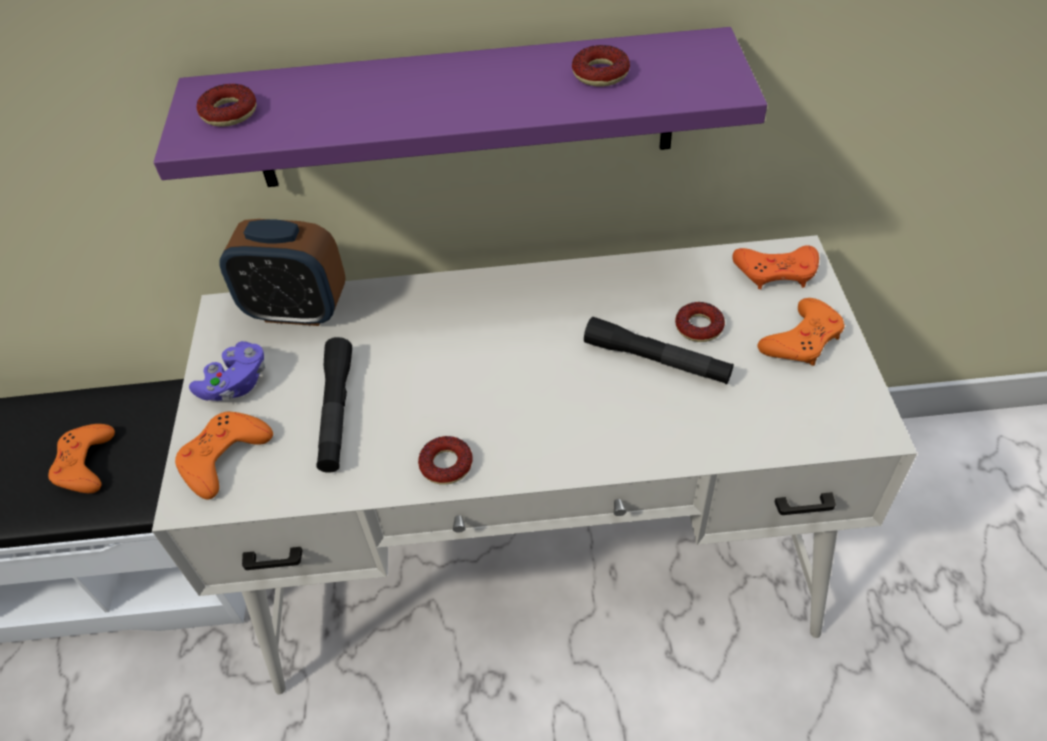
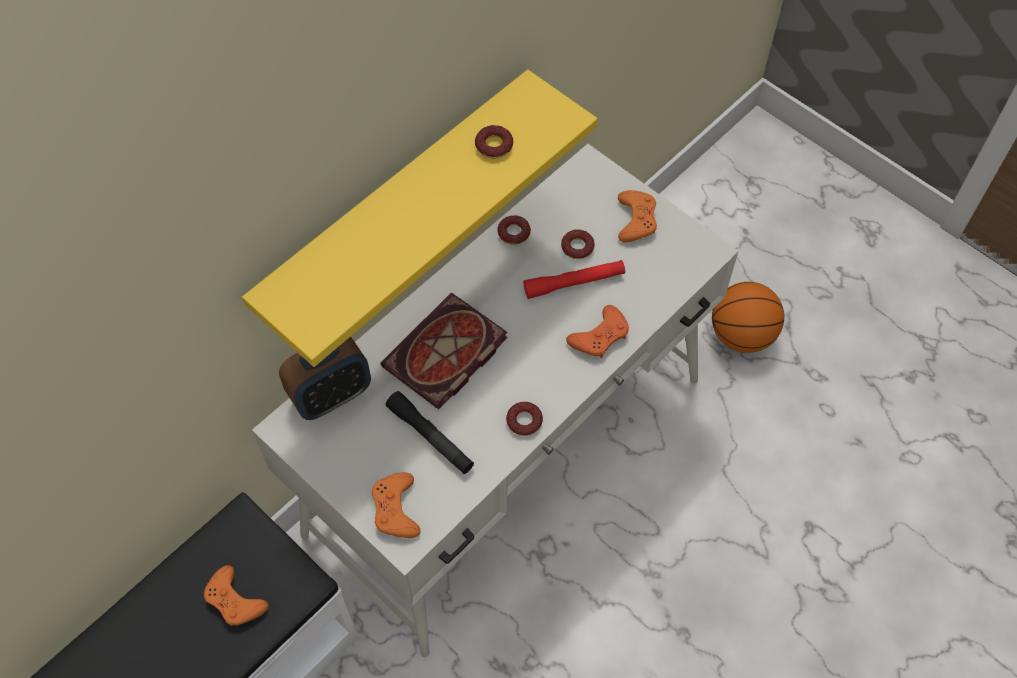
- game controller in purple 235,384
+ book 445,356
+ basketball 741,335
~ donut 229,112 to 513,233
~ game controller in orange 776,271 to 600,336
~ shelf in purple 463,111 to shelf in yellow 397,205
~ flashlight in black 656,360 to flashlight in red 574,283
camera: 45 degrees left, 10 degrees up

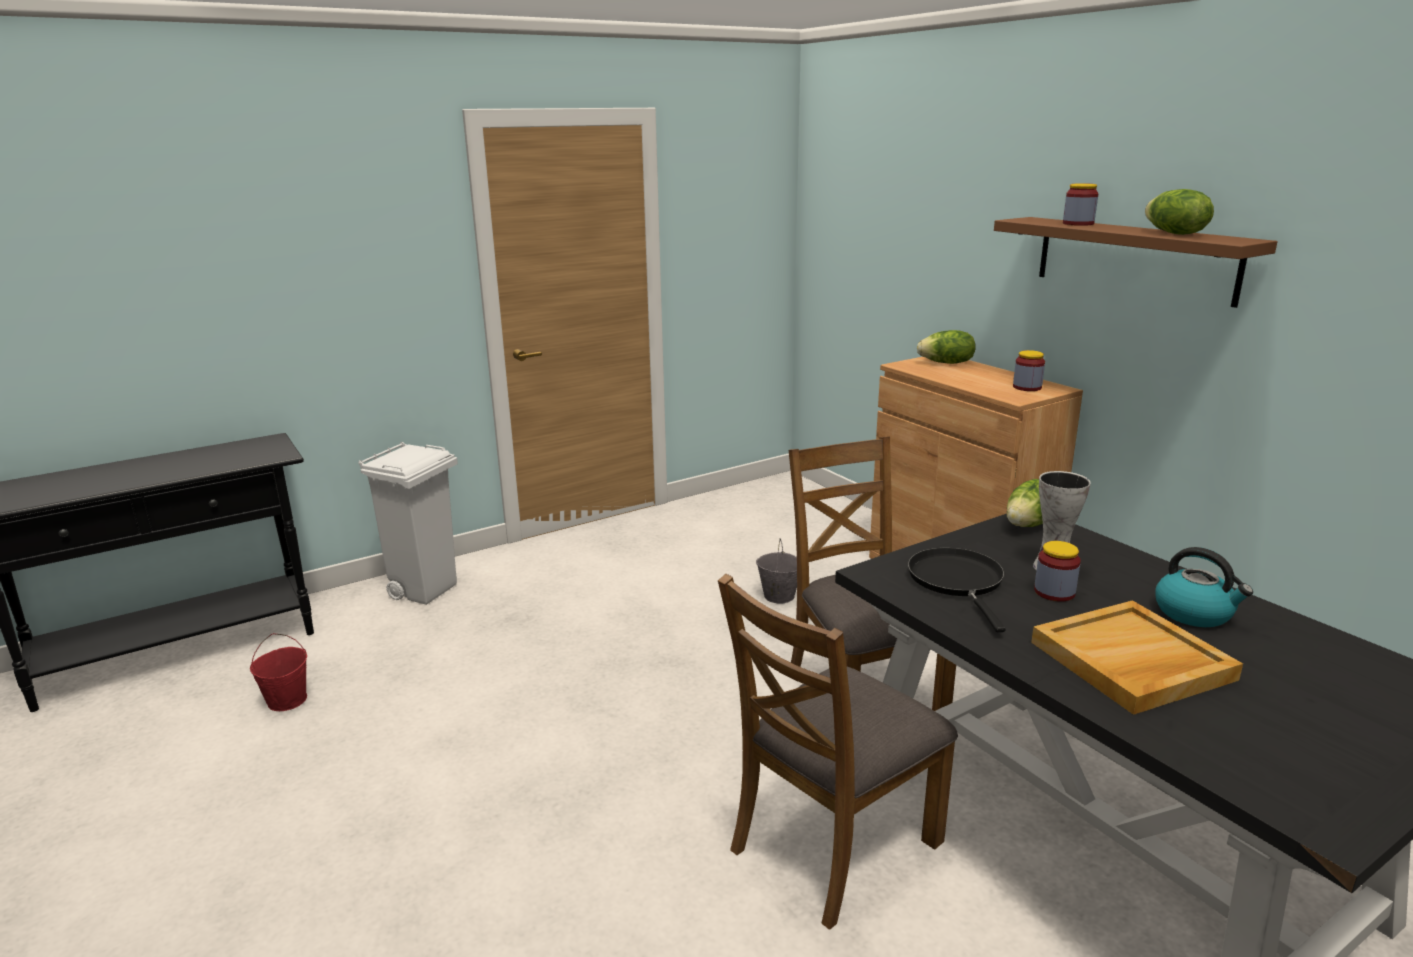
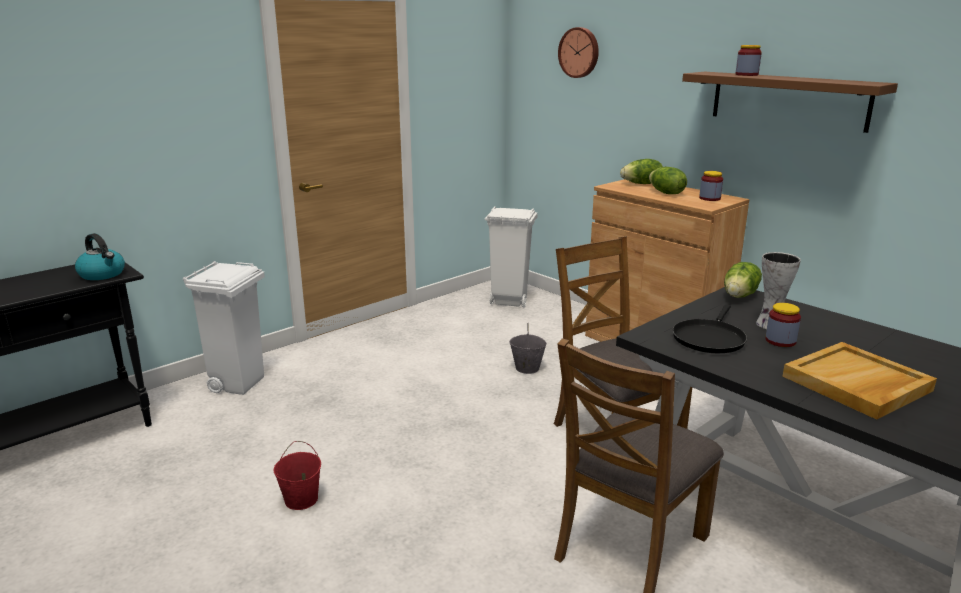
+ trash can in white 509,302
+ wall clock 579,52
~ bucket in red 287,700 to 301,499
~ lettuce 1173,233 to 665,193
~ kettle 1194,613 to 103,274
~ frying pan in black 957,582 = 709,338 135 degrees counterclockwise
camera: 10 degrees left, 0 degrees up

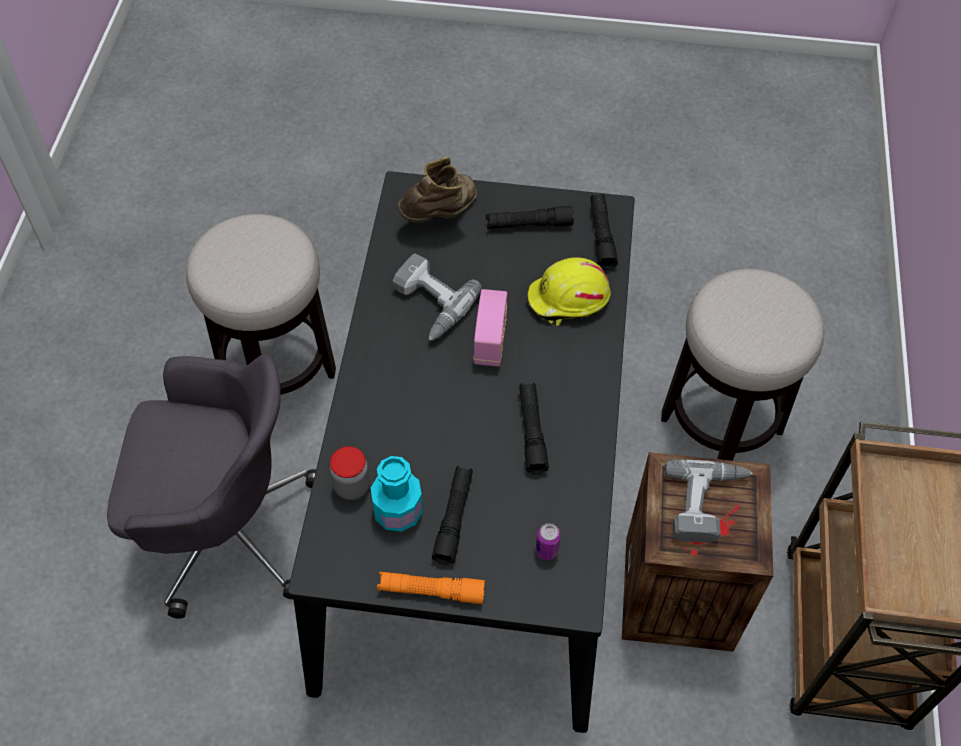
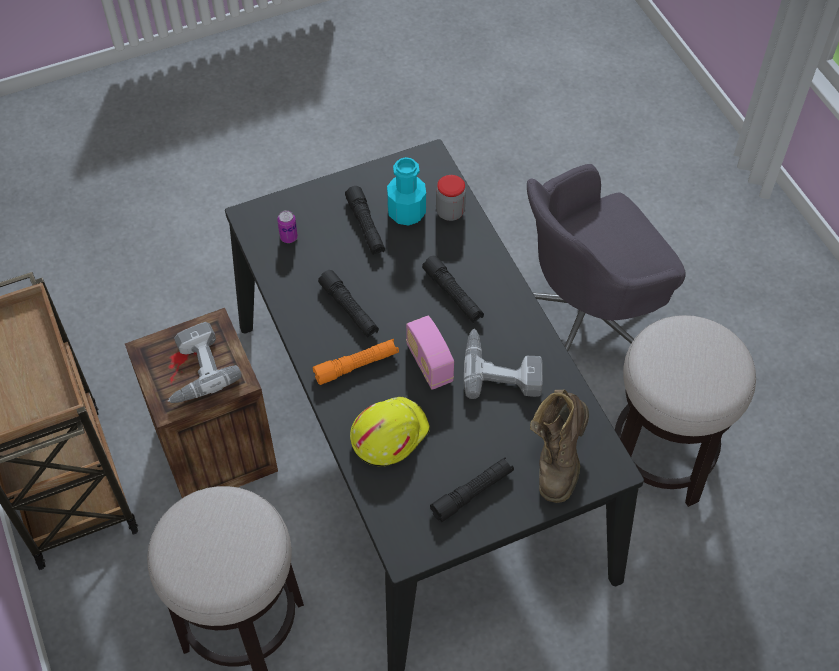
~ flashlight in orange 431,591 to 356,365
~ flashlight in black 601,236 to 453,295
camera: 150 degrees right, 0 degrees up

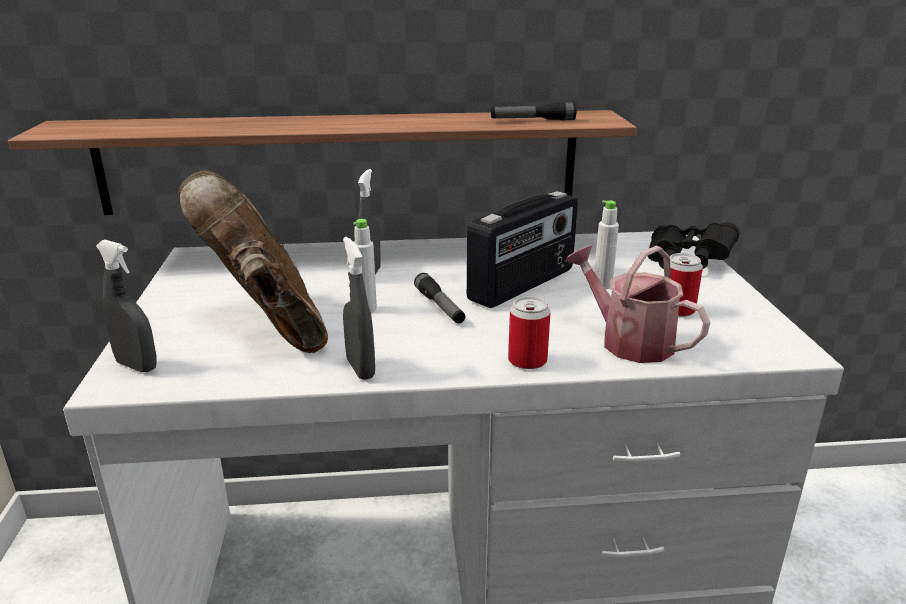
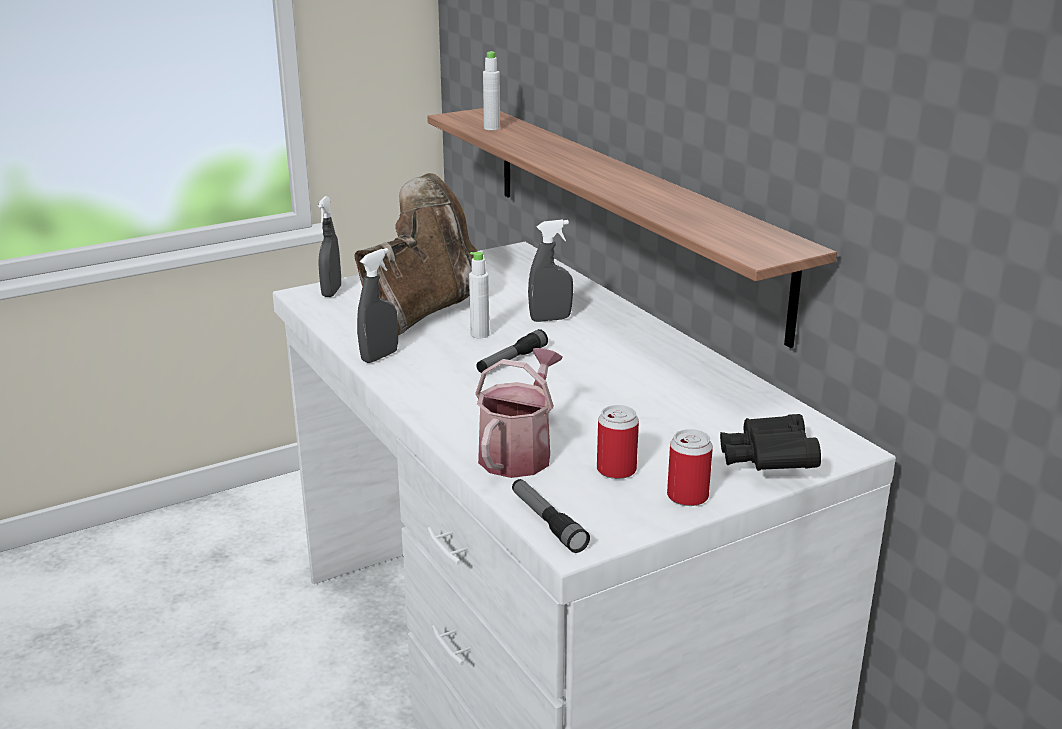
- radio 523,285
~ flashlight 532,120 to 547,522
~ can 527,361 to 687,496
~ bottle in white 602,285 to 492,128
camera: 65 degrees right, 0 degrees up

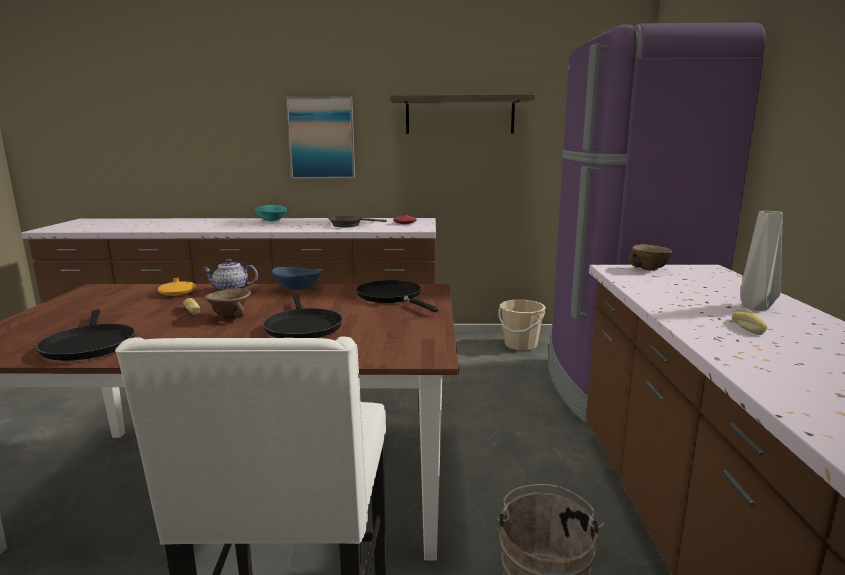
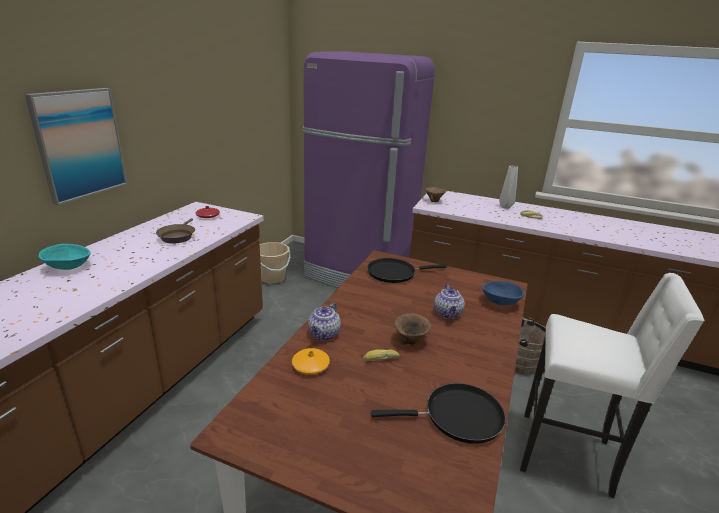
- shelf 460,115
~ bowl in blue 297,289 to 500,302
~ frying pan in black 302,327 to teapot 448,314
camera: 70 degrees left, 10 degrees up

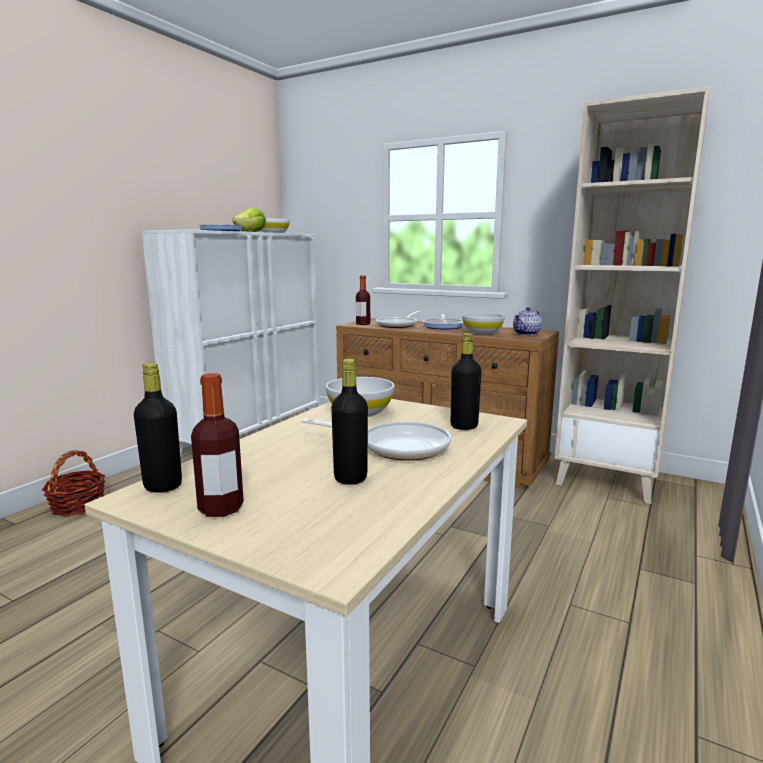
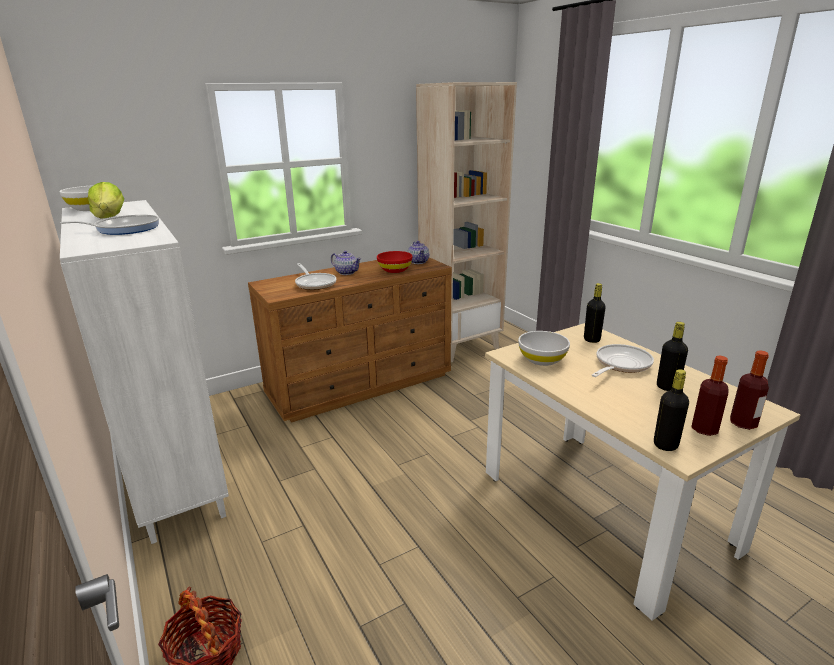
~ bottle 363,324 to 743,423
~ frying pan 443,326 to teapot 346,272
~ bowl in white 482,332 to bowl in red 395,270
camera: 60 degrees left, 10 degrees up

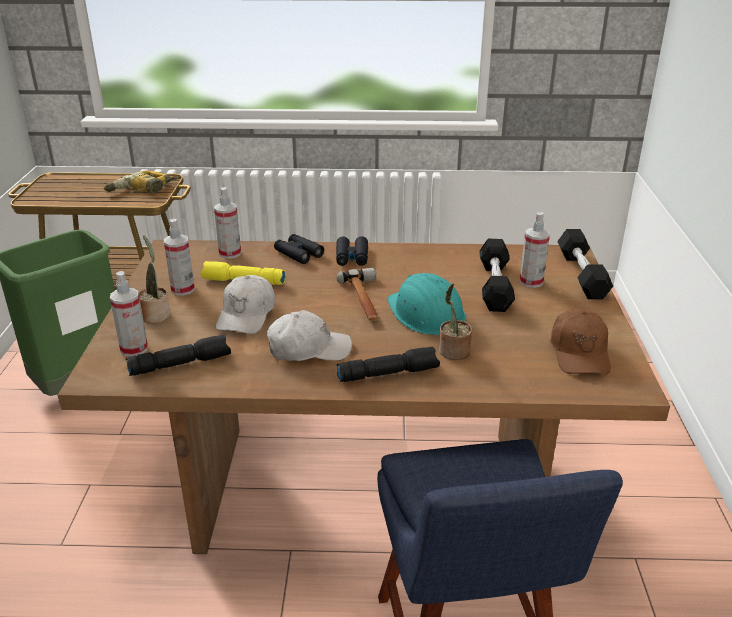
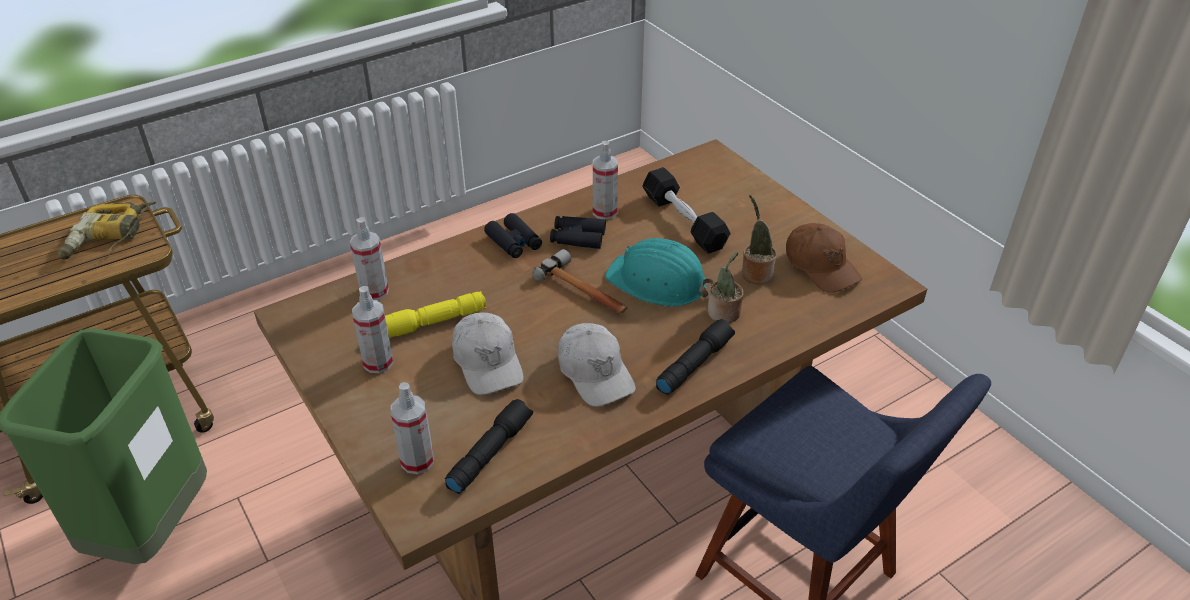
- dumbbell in black 581,275
~ potted plant 155,314 to 755,273
~ binoculars in black 298,254 to 577,237
~ spray bottle 531,282 to 604,212
~ cap in white 308,349 = 595,373 105 degrees clockwise
camera: 35 degrees left, 10 degrees up

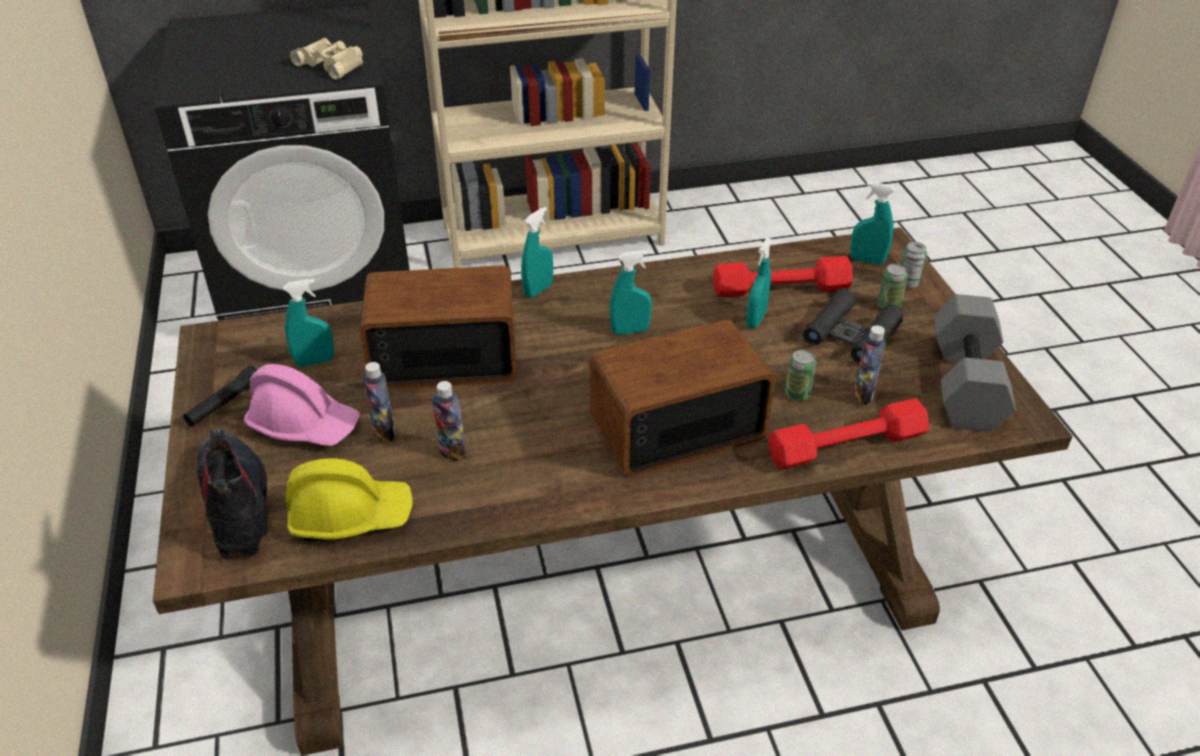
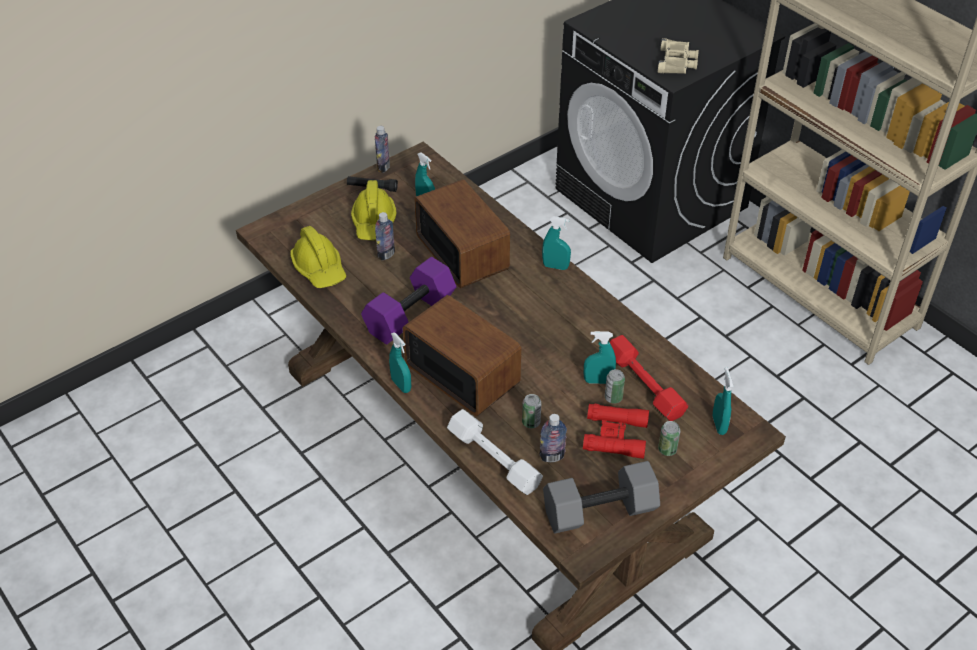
- boot 237,503
+ dumbbell in purple 409,313
~ bottle 452,451 to 383,167
~ spray bottle in turquoise 630,331 to 401,385
~ can 908,283 to 613,397
~ hard hat in pink 304,424 to hard hat in yellow 374,223
~ dumbbell in red 846,445 to dumbbell in white 494,458
~ binoculars in black 850,335 to binoculars in red 615,436
camera: 65 degrees right, 5 degrees up

